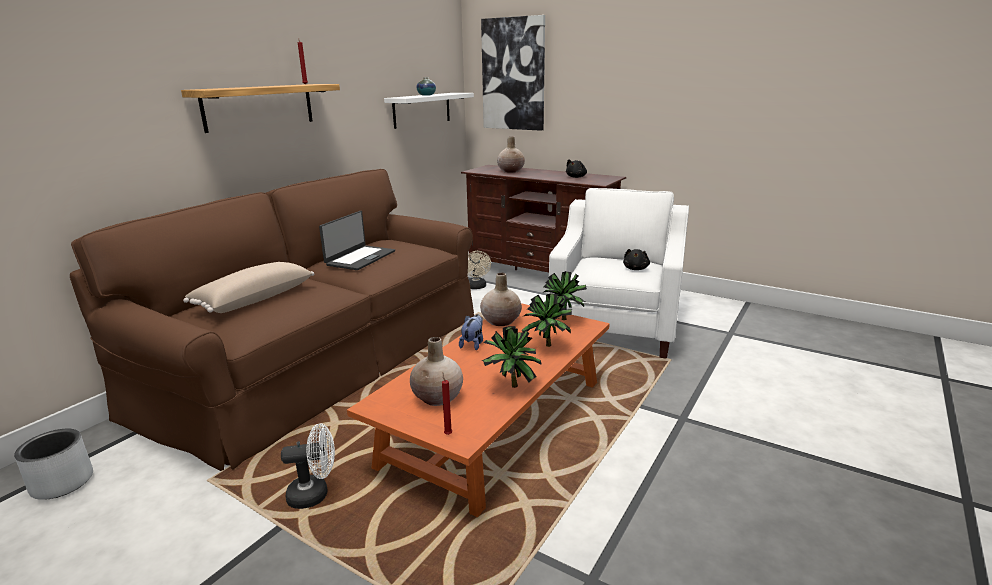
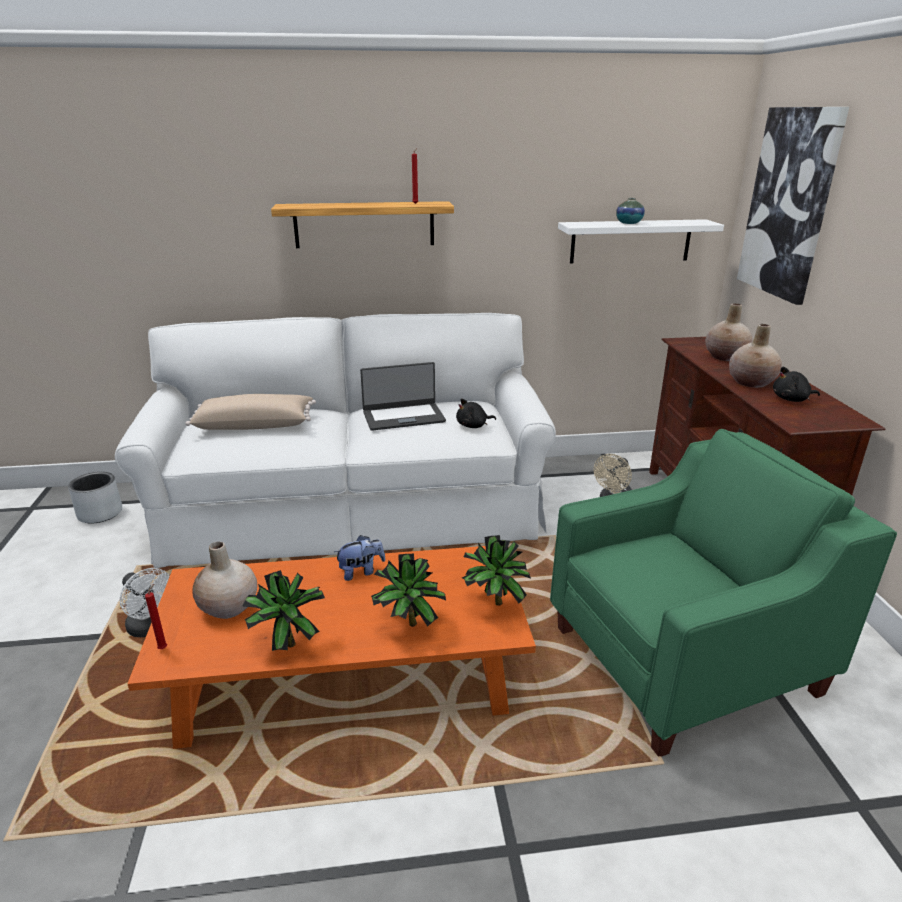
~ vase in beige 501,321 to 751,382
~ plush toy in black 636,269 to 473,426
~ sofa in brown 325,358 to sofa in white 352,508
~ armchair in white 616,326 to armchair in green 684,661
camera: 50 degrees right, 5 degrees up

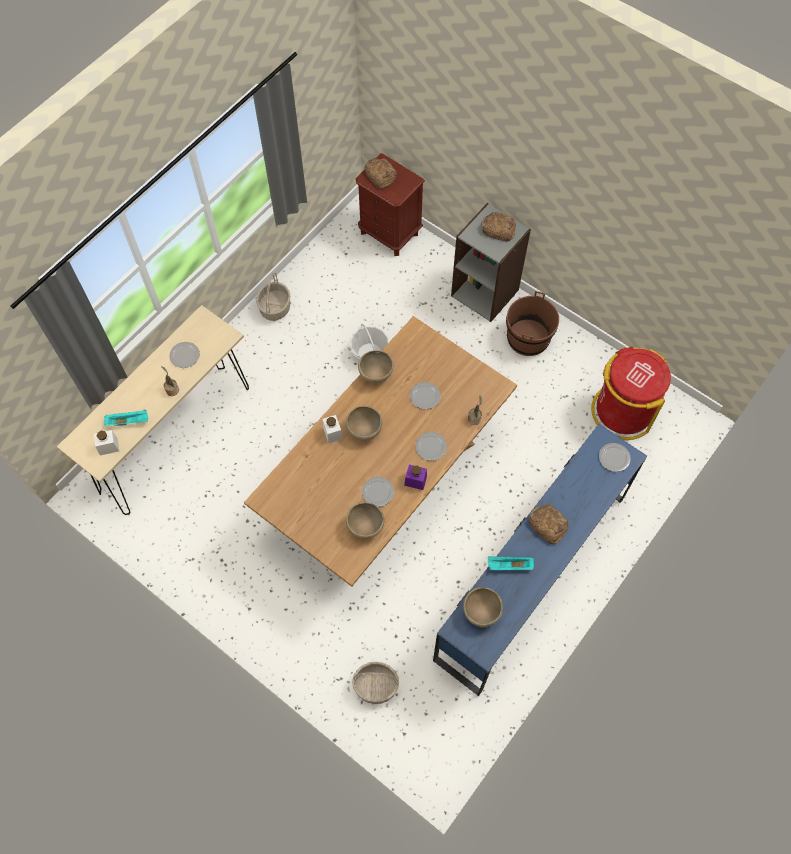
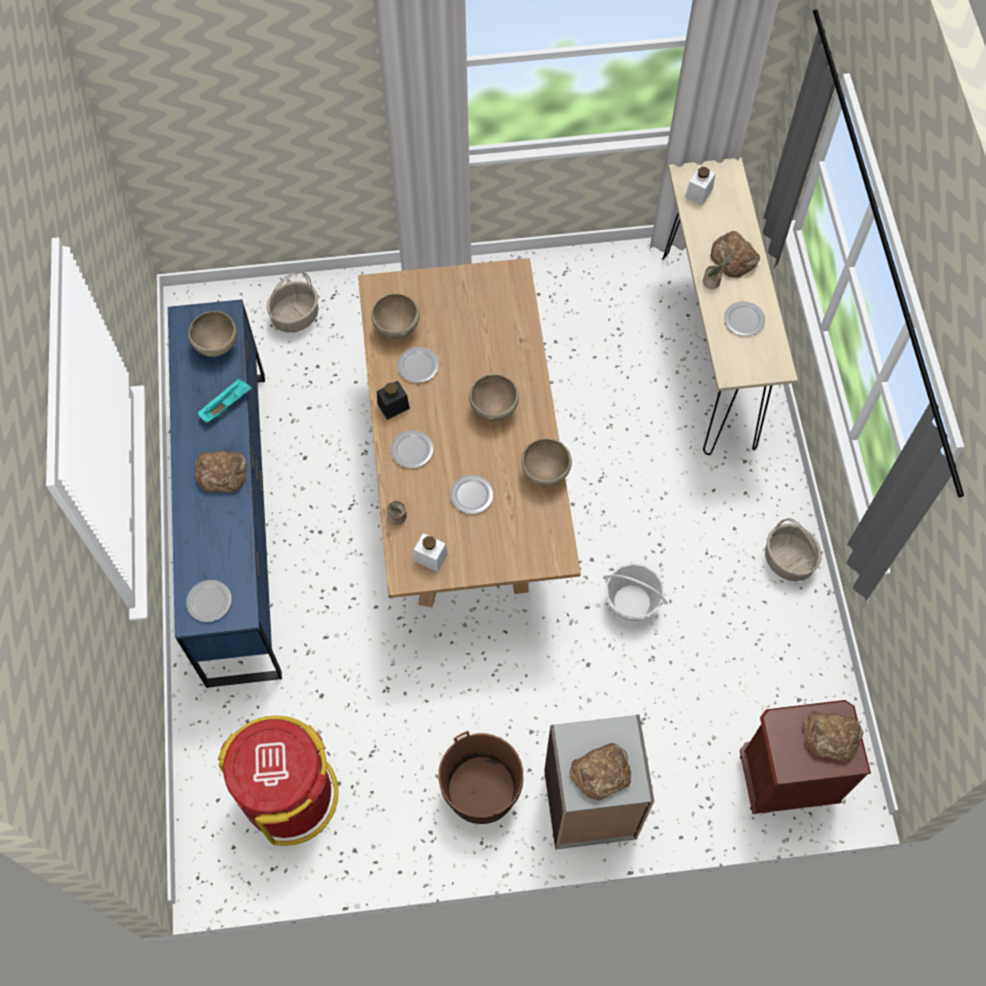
- tray in turquoise 128,421
+ bread 734,258
~ jar in white 332,433 to 430,557
~ jar in purple 415,480 to jar in black 393,406
camera: 135 degrees right, 0 degrees up

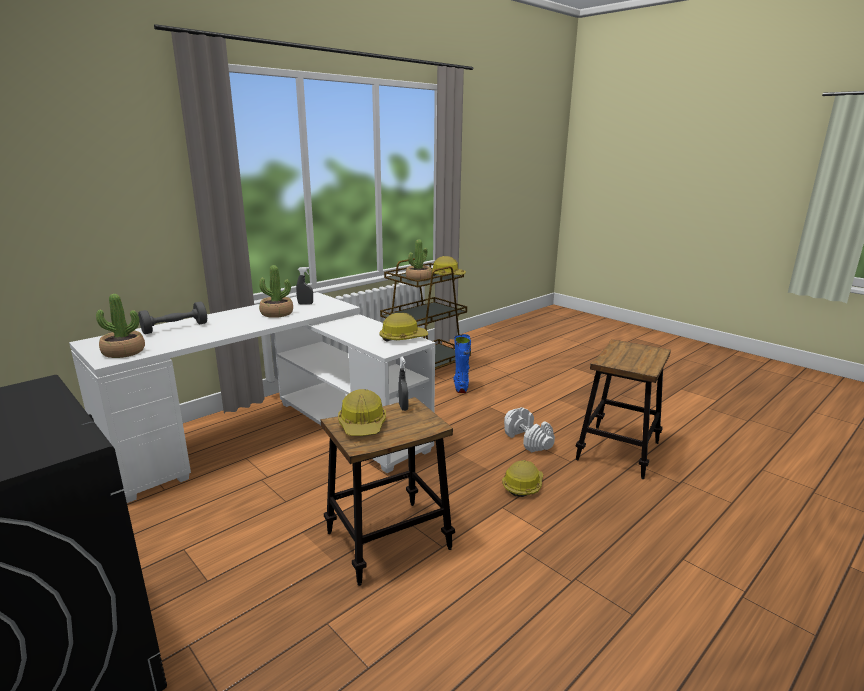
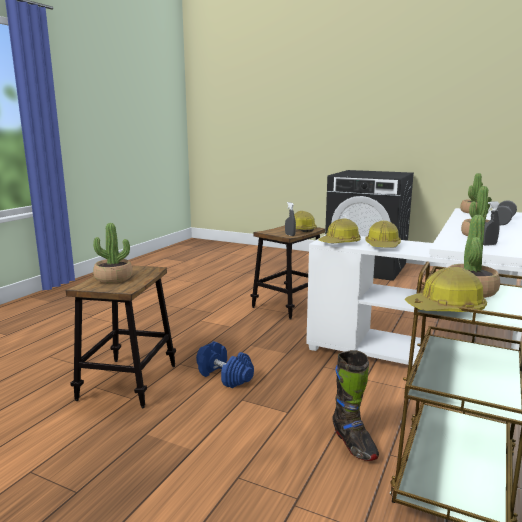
+ potted plant 113,278
~ hard hat 523,485 to 383,246
~ boot in blue 461,386 to boot in black 353,444
~ dumbbell in white 528,440 to dumbbell in blue 224,376
camera: 160 degrees right, 5 degrees down

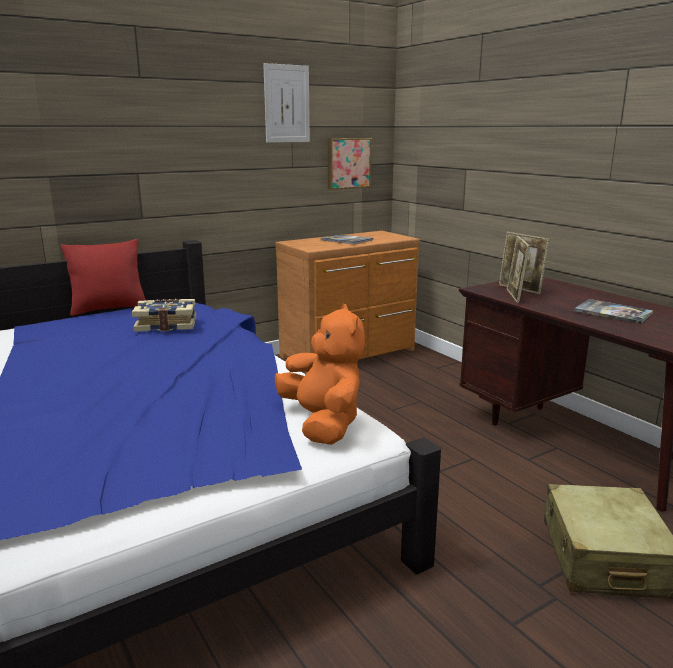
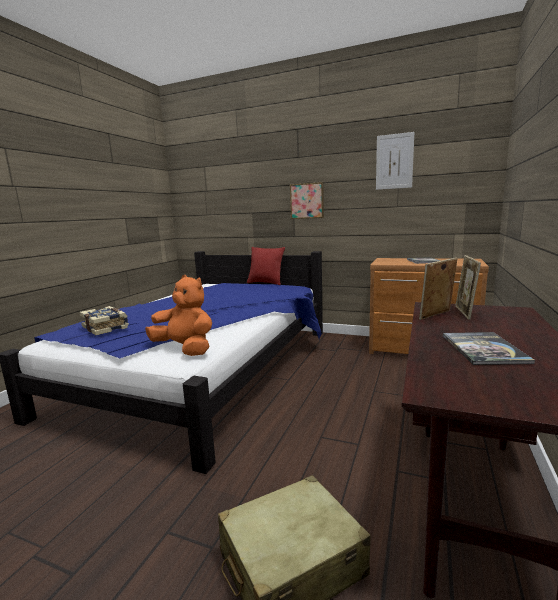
~ book 166,325 to 106,327
~ picture 348,163 to 307,201
~ plush toy in orange 323,423 = 185,349 90 degrees counterclockwise
camera: 55 degrees right, 5 degrees down

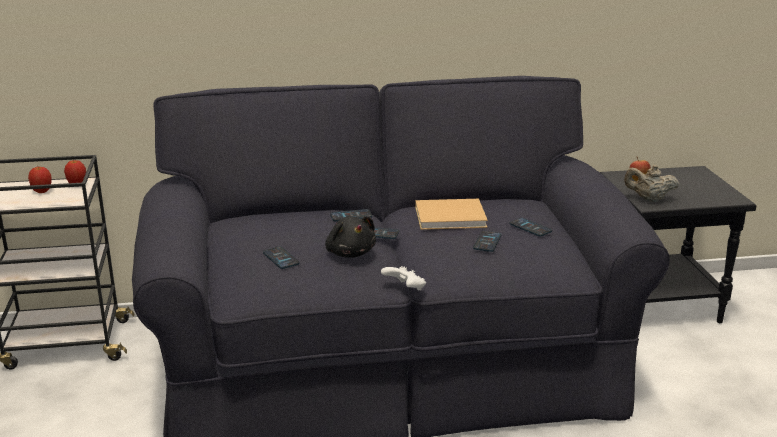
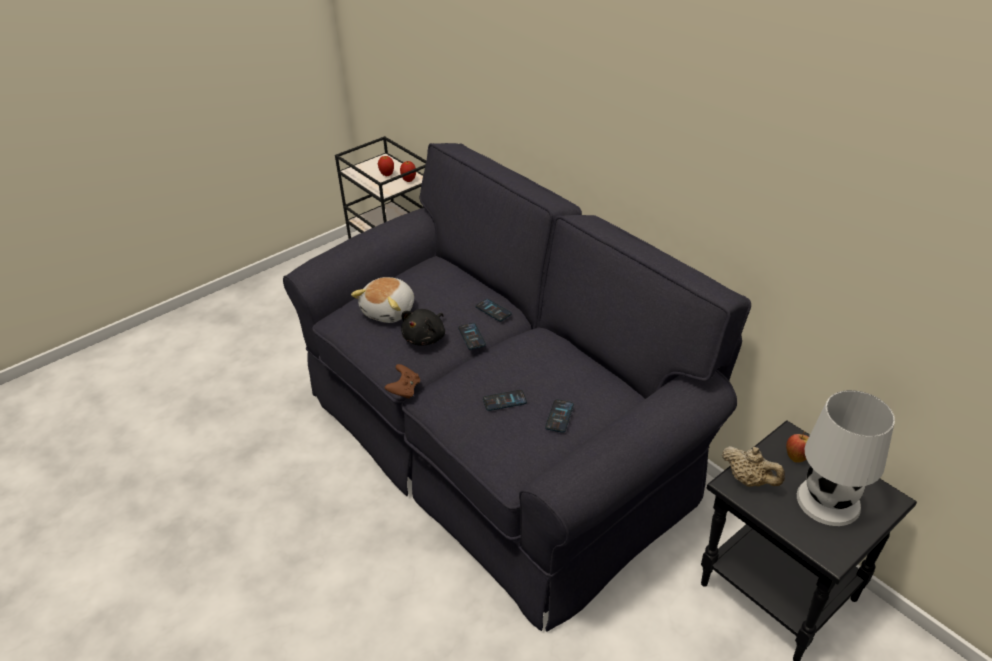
- book in beige 452,217
+ table lamp in white 828,500
~ phone 281,258 to plush toy 390,311
~ game controller in white 405,289 to game controller in brown 404,390
~ teapot in beige 649,199 = 749,480 150 degrees clockwise
camera: 60 degrees right, 15 degrees up

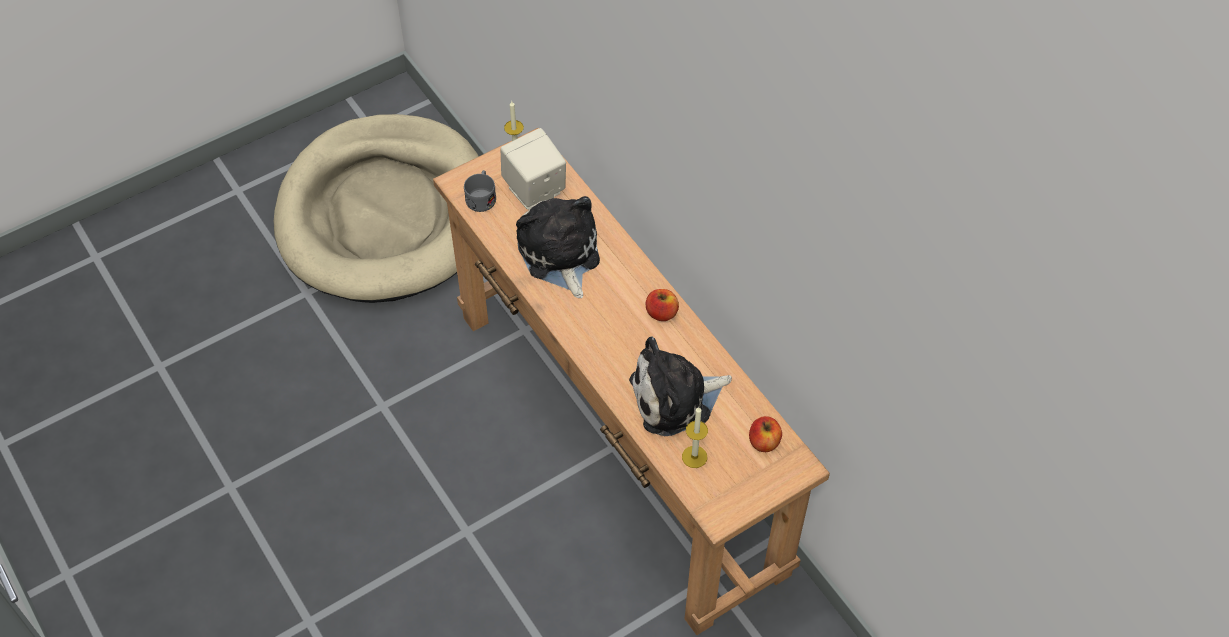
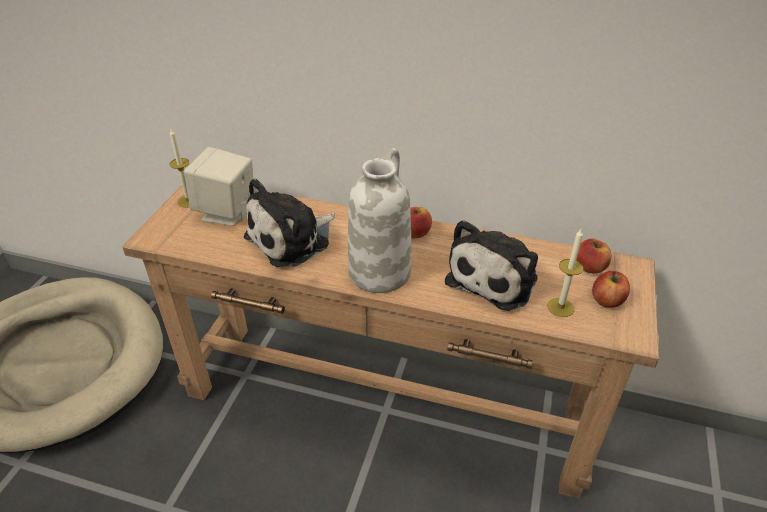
- mug in grey 482,196
+ vase in white 379,271
+ apple 607,301
~ plush toy 559,255 = 292,239 75 degrees counterclockwise
camera: 40 degrees left, 15 degrees down

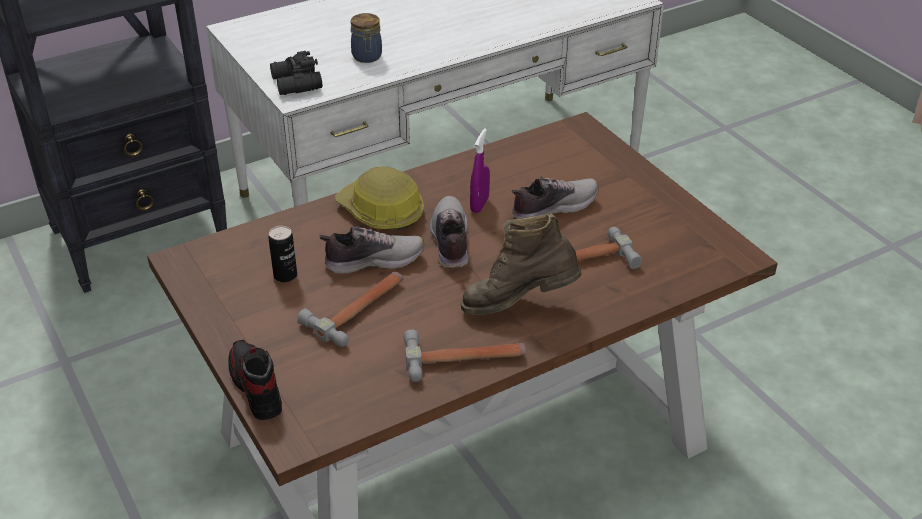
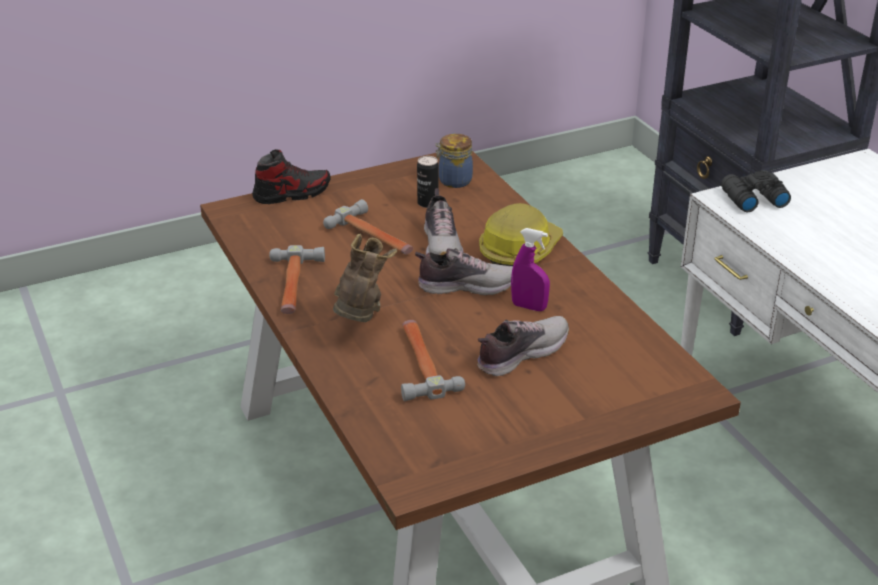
~ jar 367,57 to 453,181
~ shoe 552,208 = 520,354 105 degrees counterclockwise
camera: 95 degrees right, 5 degrees down

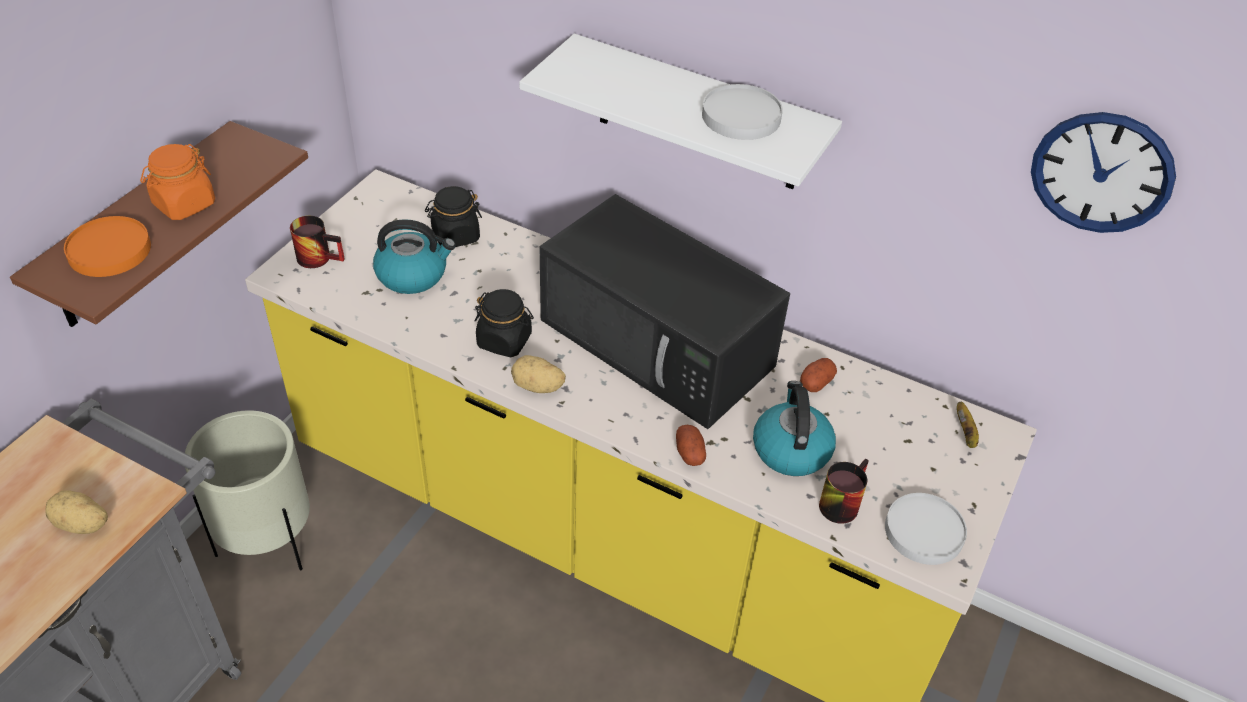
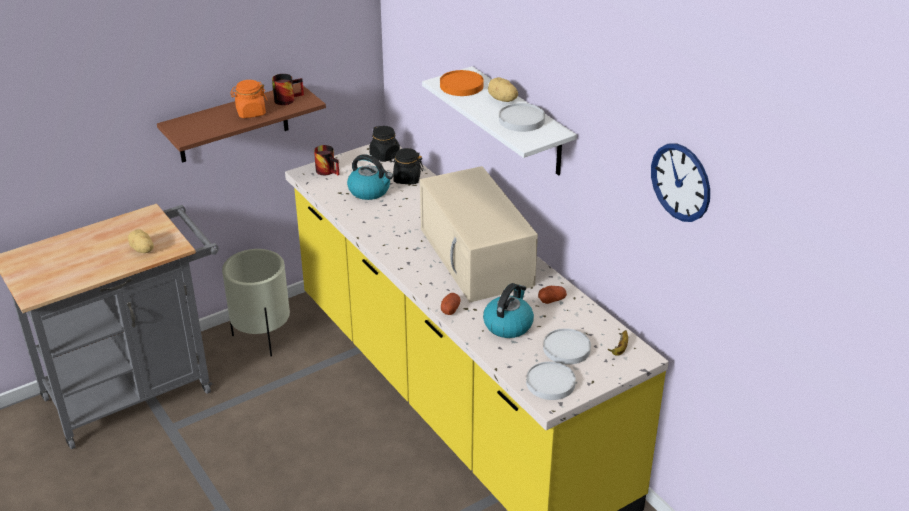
+ plate in white 566,348
~ plate in orange 109,251 to 461,86
~ jar in black 504,341 to 385,156
~ potato 538,387 to 502,100
~ mug 839,500 to 287,99
~ microwave in black 660,344 to microwave in beige 477,257
camera: 30 degrees right, 10 degrees down

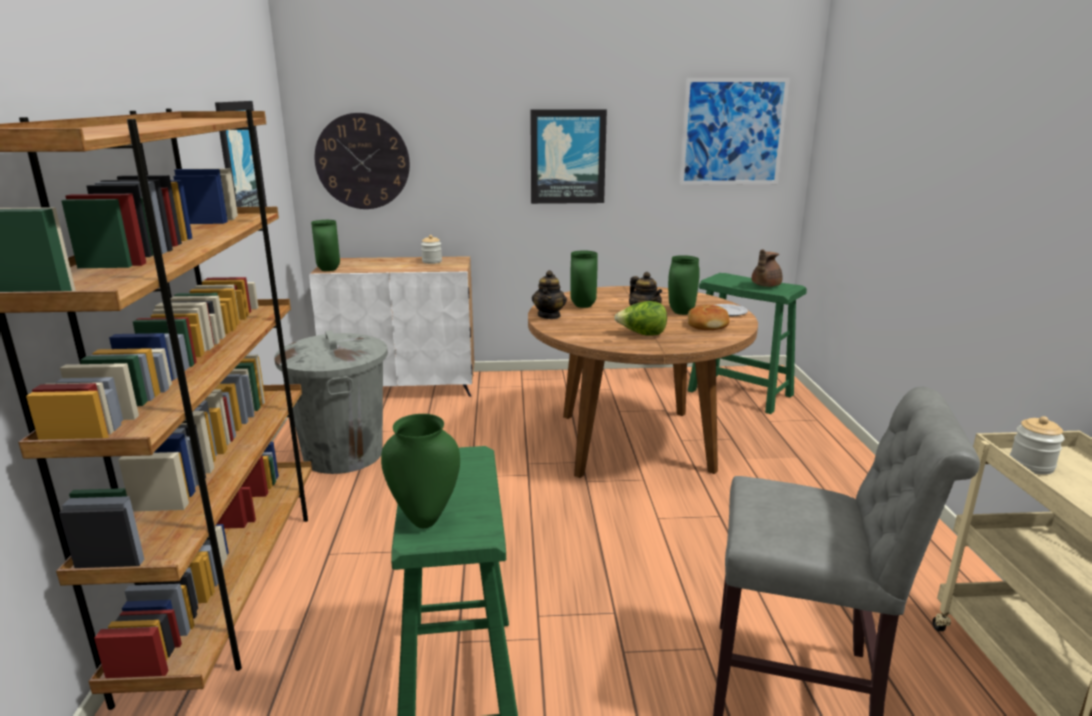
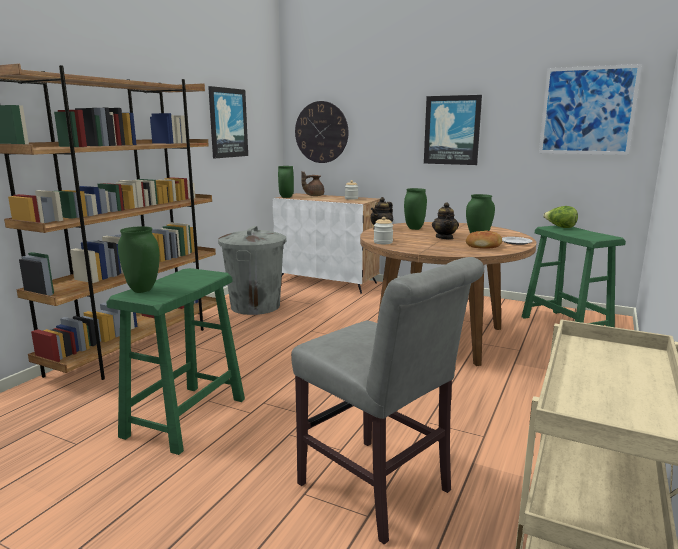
~ lettuce 642,334 to 560,227
~ teapot in brown 764,285 to 313,195
~ jar 1031,465 to 383,242
camera: 30 degrees right, 5 degrees down

